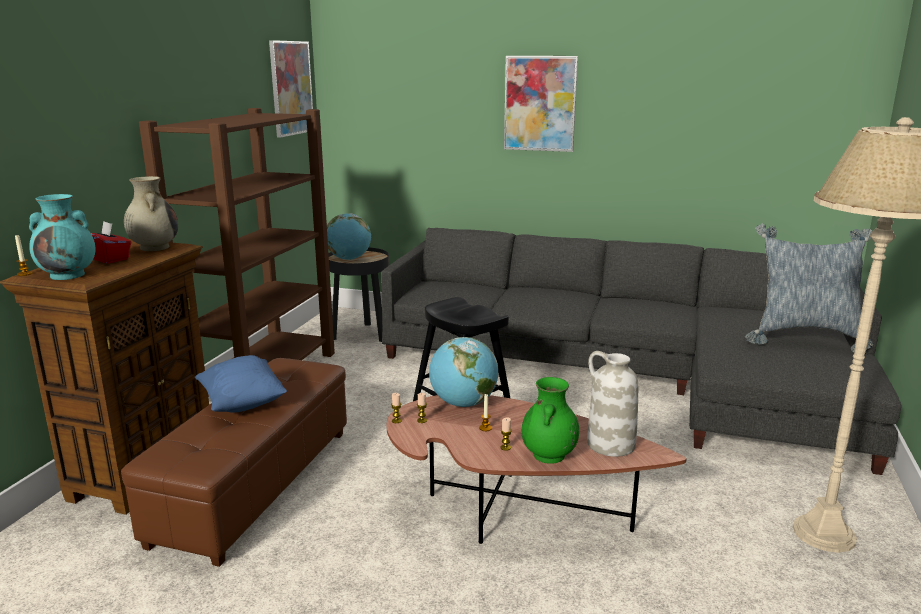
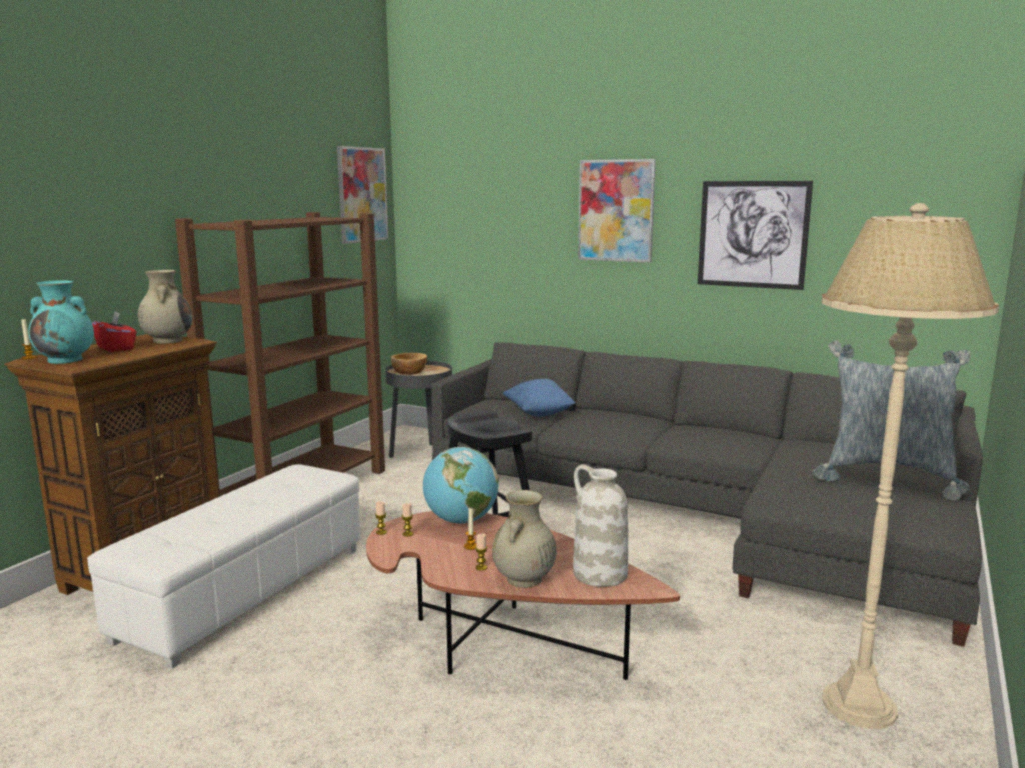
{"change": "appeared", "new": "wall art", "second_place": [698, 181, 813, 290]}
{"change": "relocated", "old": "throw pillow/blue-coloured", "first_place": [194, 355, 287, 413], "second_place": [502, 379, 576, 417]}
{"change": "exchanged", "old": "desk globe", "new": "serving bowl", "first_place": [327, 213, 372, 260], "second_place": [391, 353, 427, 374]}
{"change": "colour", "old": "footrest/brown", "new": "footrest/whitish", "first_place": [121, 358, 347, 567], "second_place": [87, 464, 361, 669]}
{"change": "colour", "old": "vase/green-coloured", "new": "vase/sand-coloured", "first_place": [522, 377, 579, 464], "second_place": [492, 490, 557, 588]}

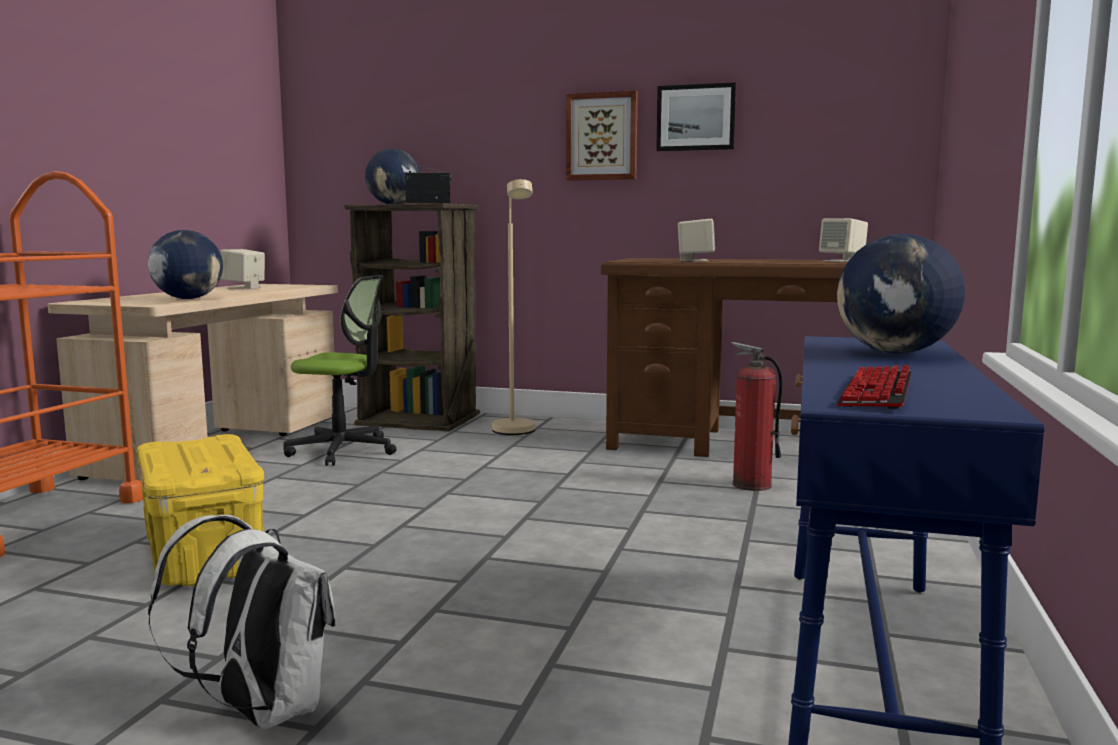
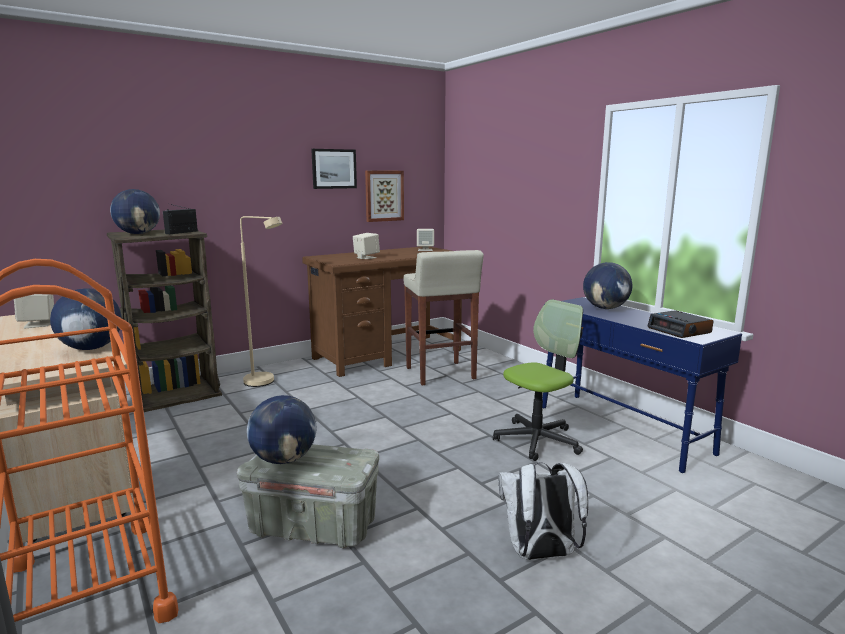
{"change": "appeared", "new": "desk globe", "second_place": [247, 395, 316, 464]}
{"change": "relocated", "old": "desk chair", "first_place": [283, 275, 397, 466], "second_place": [493, 299, 583, 461]}
{"change": "relocated", "old": "wall art", "first_place": [566, 91, 638, 181], "second_place": [365, 171, 404, 222]}
{"change": "exchanged", "old": "fire extinguisher", "new": "stool seat/sand-coloured", "first_place": [731, 342, 783, 491], "second_place": [404, 250, 484, 386]}
{"change": "exchanged", "old": "computer keyboard", "new": "table clock", "first_place": [836, 365, 912, 409], "second_place": [647, 310, 714, 338]}
{"change": "colour", "old": "storage container/yellowish", "new": "storage container/greyish", "first_place": [136, 434, 264, 587], "second_place": [237, 444, 379, 548]}

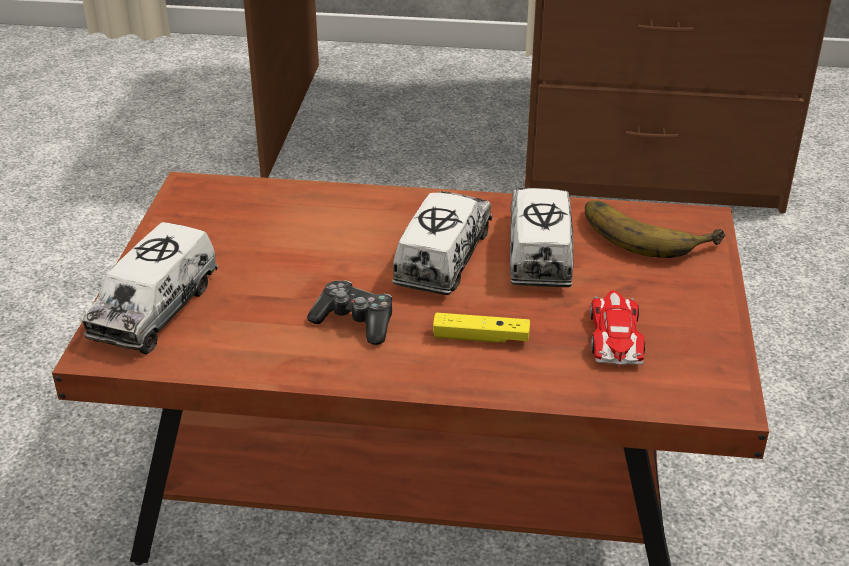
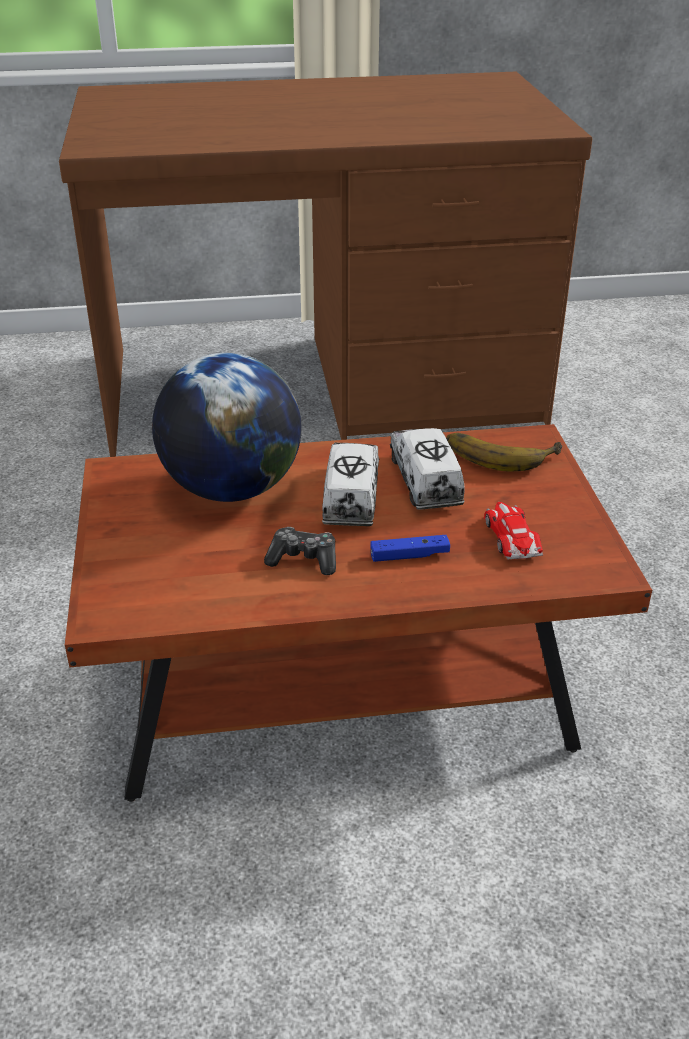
{"change": "missing", "old": "toy lorry", "first_place": [83, 222, 218, 354]}
{"change": "appeared", "new": "desk globe", "second_place": [152, 353, 302, 502]}
{"change": "colour", "old": "game controller/yellowish", "new": "game controller/blue-coloured", "first_place": [433, 313, 530, 343], "second_place": [370, 535, 450, 562]}

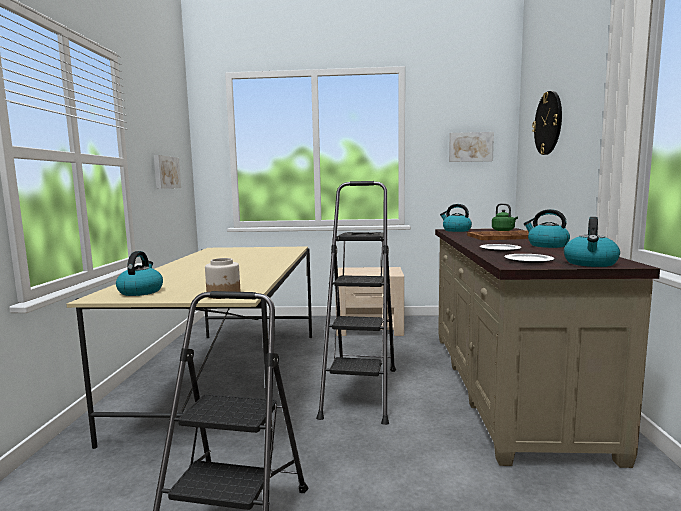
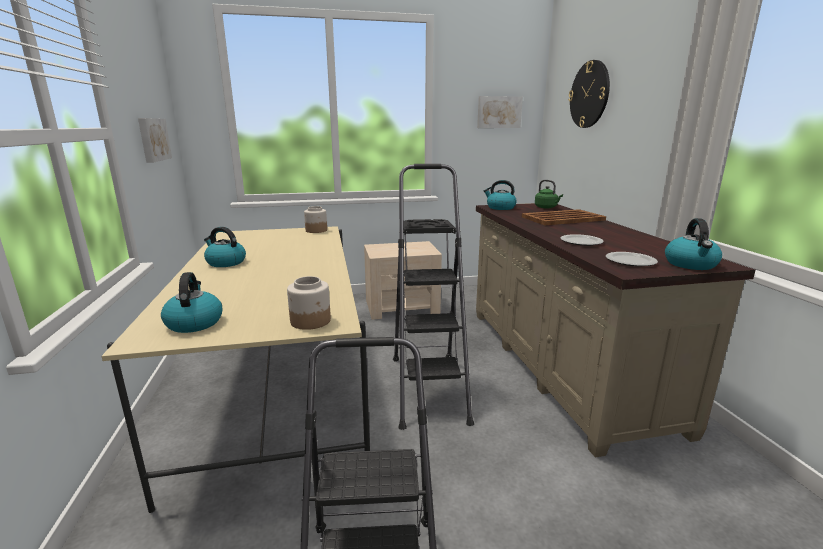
{"change": "appeared", "new": "preserve jar", "second_place": [304, 206, 327, 233]}
{"change": "relocated", "old": "water kettle", "first_place": [524, 209, 570, 248], "second_place": [204, 227, 246, 267]}

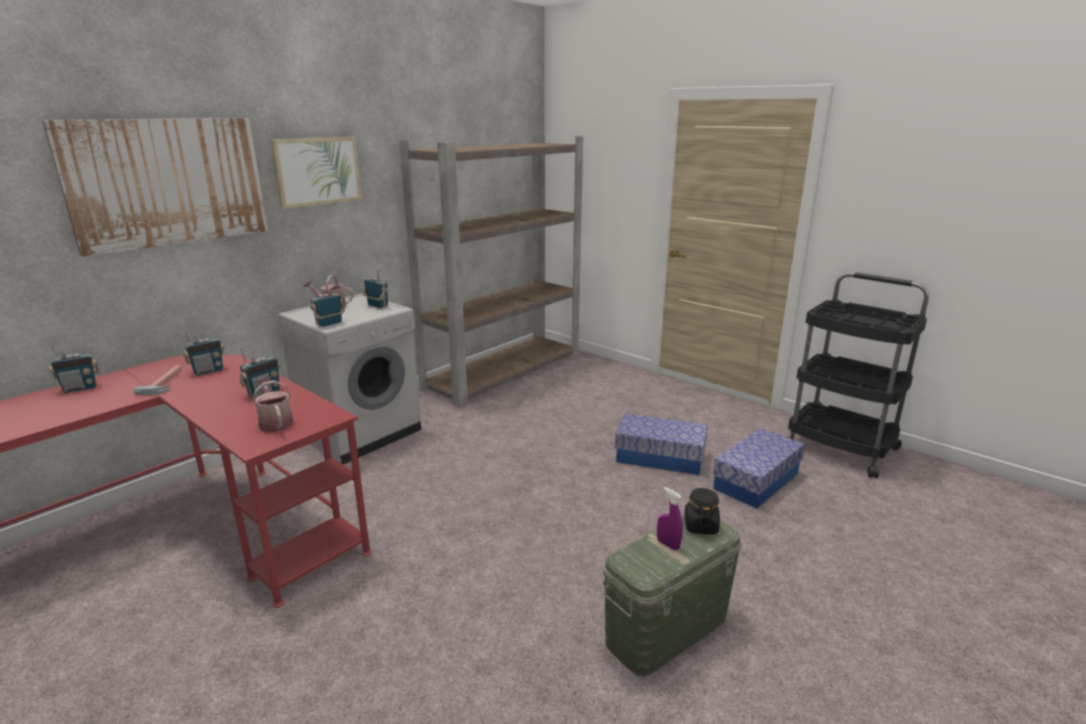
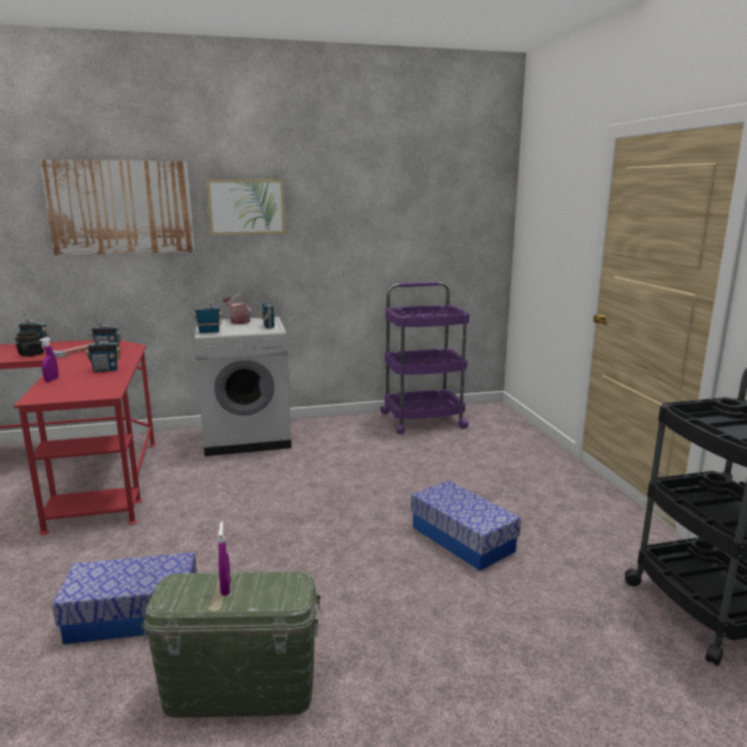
{"change": "missing", "old": "watering pot", "first_place": [253, 378, 293, 432]}
{"change": "appeared", "new": "hand sprayer/purple", "second_place": [39, 337, 59, 382]}
{"change": "relocated", "old": "preserve jar/black", "first_place": [684, 488, 720, 534], "second_place": [15, 330, 44, 356]}
{"change": "relocated", "old": "storage container", "first_place": [713, 428, 805, 509], "second_place": [52, 552, 197, 644]}
{"change": "exchanged", "old": "shelving unit/brown", "new": "trolley/purple", "first_place": [399, 135, 583, 408], "second_place": [381, 281, 470, 434]}

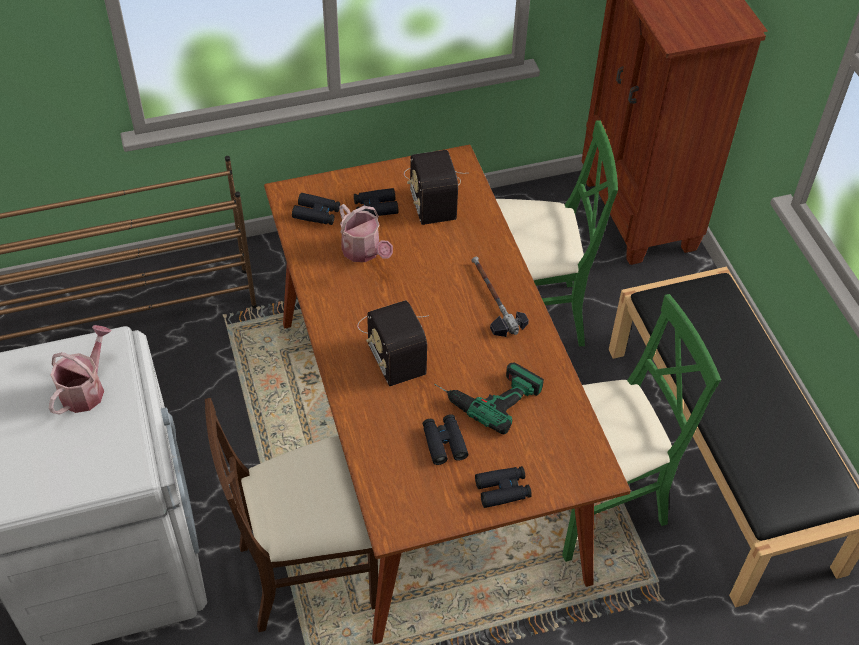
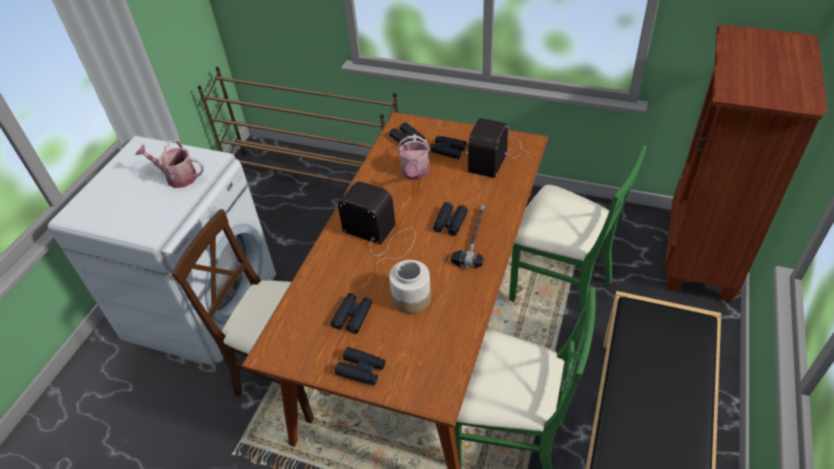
{"change": "appeared", "new": "binoculars/black", "second_place": [433, 202, 468, 236]}
{"change": "exchanged", "old": "electric drill", "new": "preserve jar", "first_place": [434, 362, 544, 434], "second_place": [389, 260, 431, 314]}
{"change": "spun", "old": "watering pot", "first_place": [49, 325, 112, 415], "second_place": [135, 140, 204, 188], "degrees": -135}
{"change": "spun", "old": "radio", "first_place": [357, 300, 429, 386], "second_place": [338, 181, 416, 265], "degrees": 105}

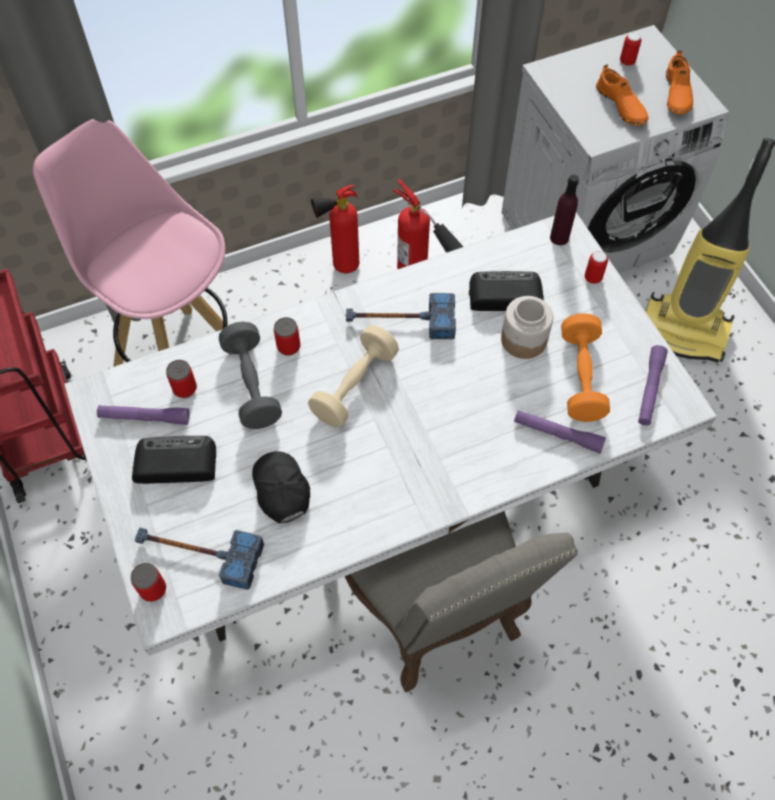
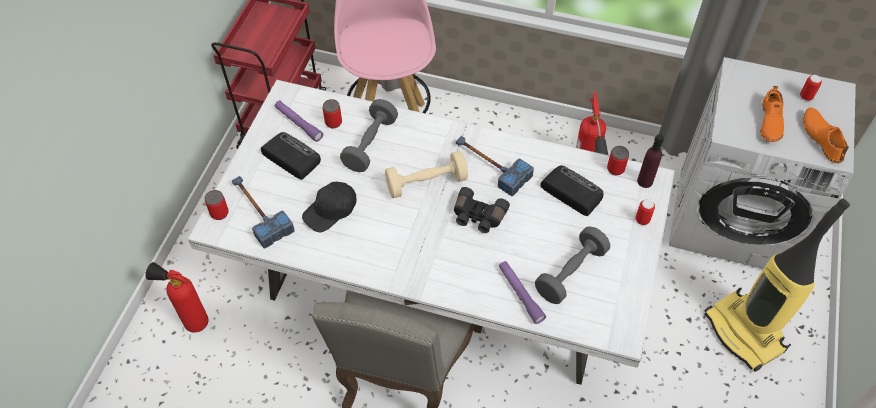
{"change": "missing", "old": "preserve jar", "first_place": [501, 296, 553, 359]}
{"change": "missing", "old": "flashlight/purple", "first_place": [638, 345, 668, 426]}
{"change": "appeared", "new": "binoculars/black", "second_place": [454, 187, 510, 233]}
{"change": "relocated", "old": "sealed can", "first_place": [274, 317, 300, 356], "second_place": [607, 146, 629, 175]}
{"change": "relocated", "old": "fire extinguisher", "first_place": [311, 185, 359, 274], "second_place": [145, 262, 208, 333]}
{"change": "colour", "old": "free weight/orange-coloured", "new": "free weight/greyish", "first_place": [561, 313, 610, 422], "second_place": [535, 226, 610, 304]}
{"change": "spun", "old": "baseball cap/black", "first_place": [252, 451, 310, 523], "second_place": [302, 182, 356, 232], "degrees": -150}
{"change": "spun", "old": "item of footwear/orange-coloured", "first_place": [666, 51, 693, 114], "second_place": [803, 108, 849, 163], "degrees": 120}

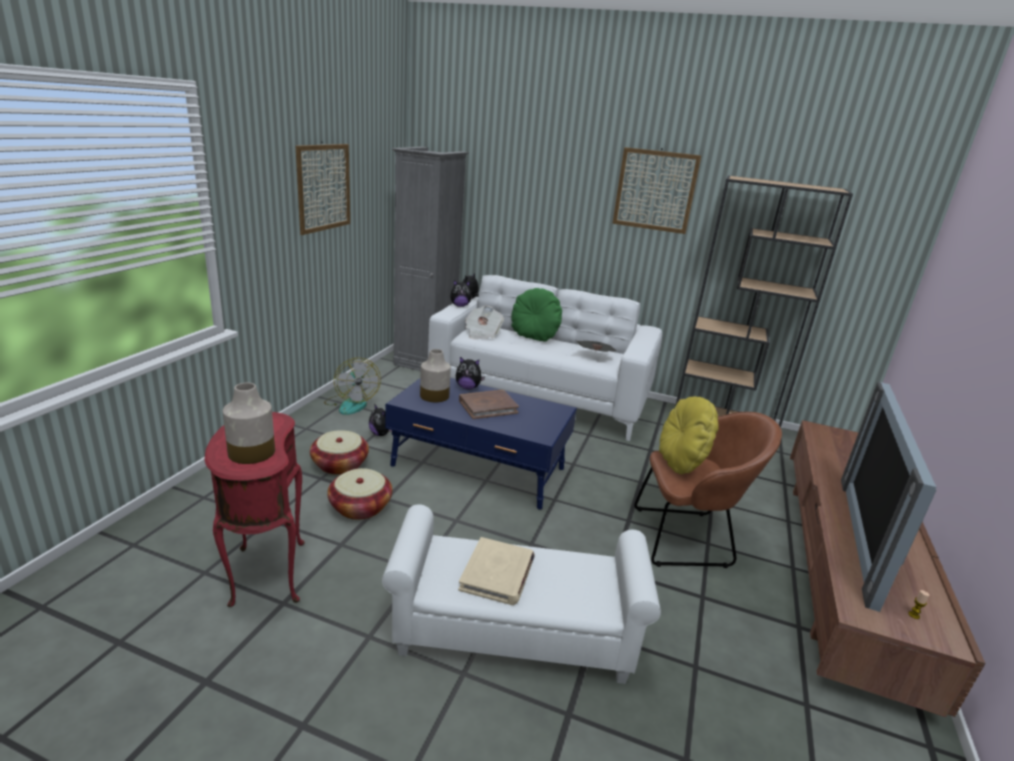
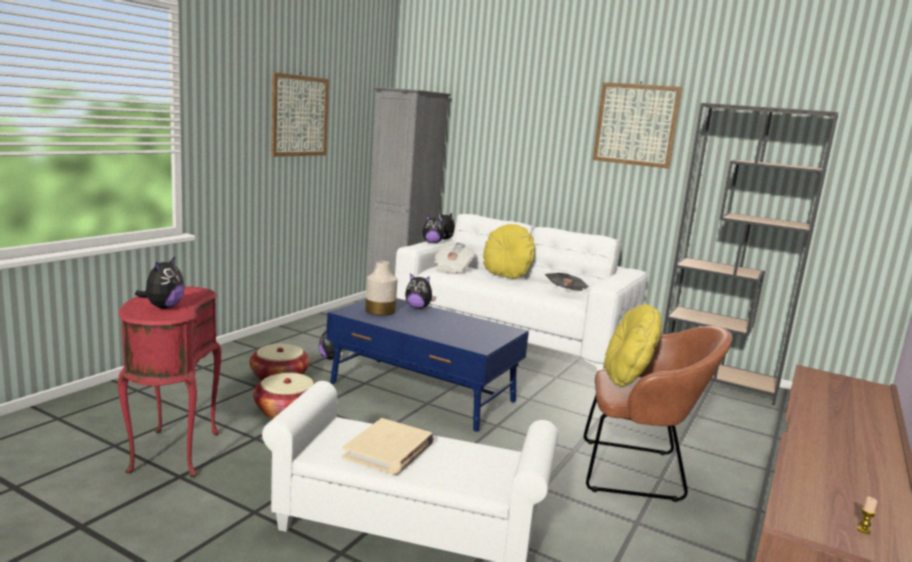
{"change": "missing", "old": "fan", "first_place": [324, 358, 381, 415]}
{"change": "missing", "old": "volume/brown", "first_place": [459, 390, 519, 419]}
{"change": "missing", "old": "TV", "first_place": [841, 382, 936, 612]}
{"change": "exchanged", "old": "vase/sand-coloured", "new": "plush toy", "first_place": [223, 383, 275, 464], "second_place": [135, 256, 185, 309]}
{"change": "colour", "old": "throw pillow/green-coloured", "new": "throw pillow/yellowish", "first_place": [511, 288, 562, 342], "second_place": [483, 224, 535, 279]}

